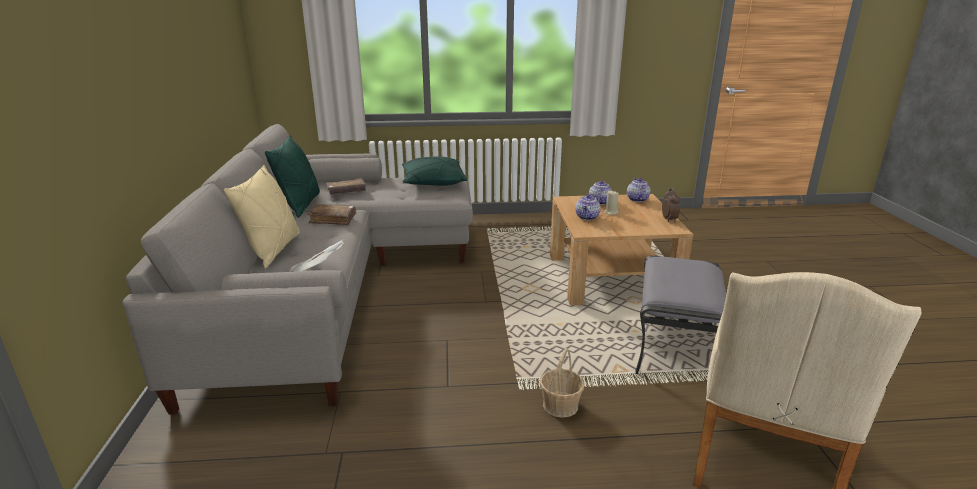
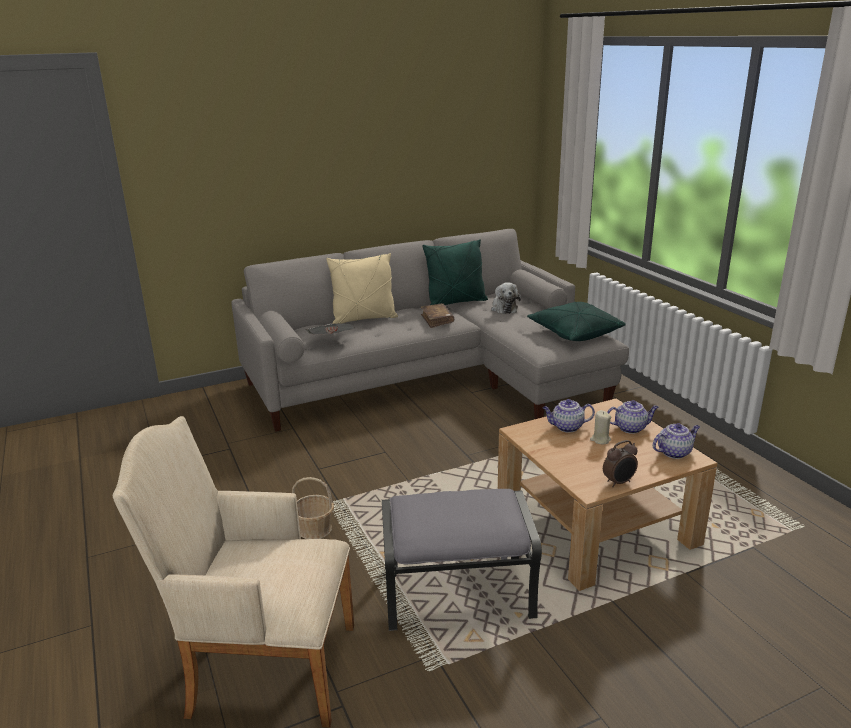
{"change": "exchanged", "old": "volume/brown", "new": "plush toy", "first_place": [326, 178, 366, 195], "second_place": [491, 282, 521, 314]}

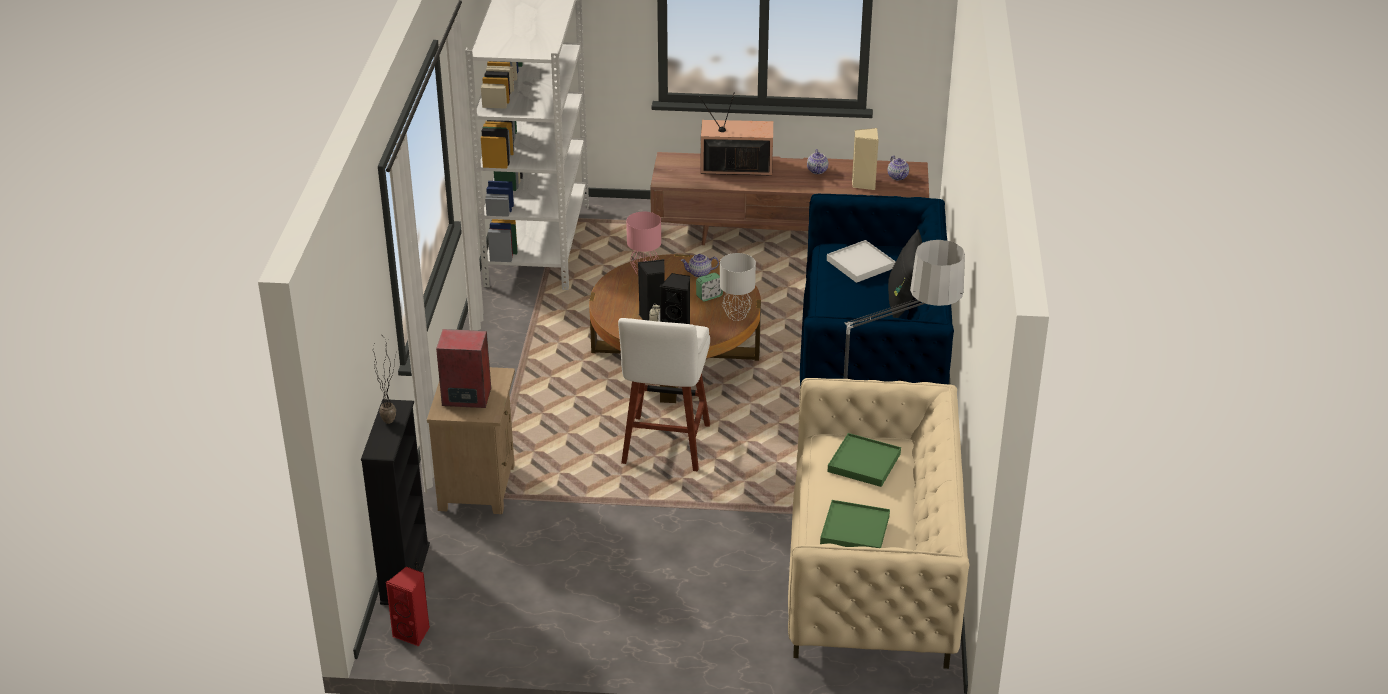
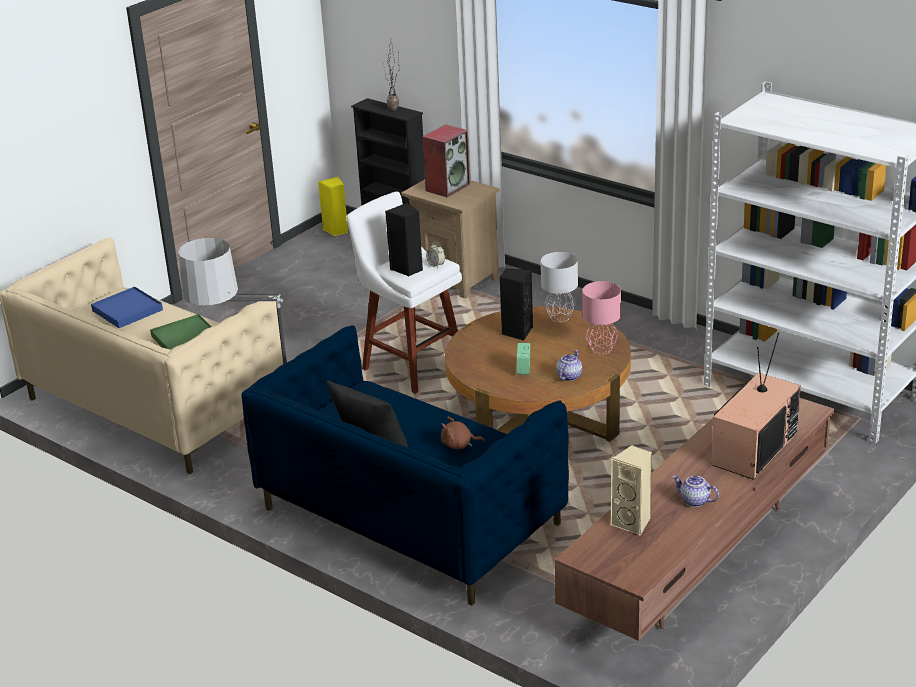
{"change": "missing", "old": "teapot", "first_place": [888, 155, 909, 180]}
{"change": "relocated", "old": "lamp for a table/greyish", "first_place": [720, 253, 756, 321], "second_place": [541, 252, 578, 322]}
{"change": "exchanged", "old": "carrying tray/whitish", "new": "plush toy/brown", "first_place": [827, 240, 896, 283], "second_place": [441, 416, 485, 449]}
{"change": "colour", "old": "audio speaker/red", "new": "audio speaker/yellowish", "first_place": [386, 566, 430, 646], "second_place": [318, 177, 348, 236]}
{"change": "colour", "old": "carrying tray/green-coloured", "new": "carrying tray/blue-coloured", "first_place": [820, 500, 890, 548], "second_place": [91, 286, 163, 328]}

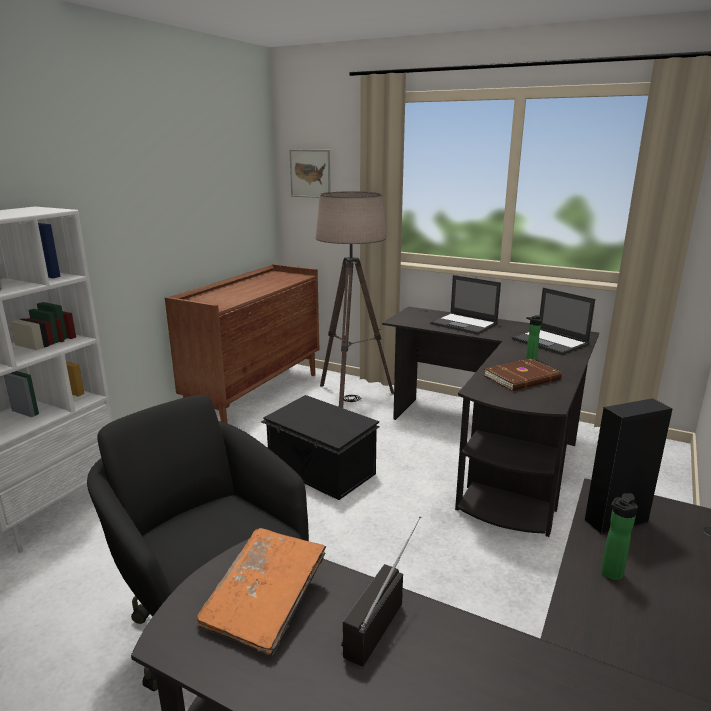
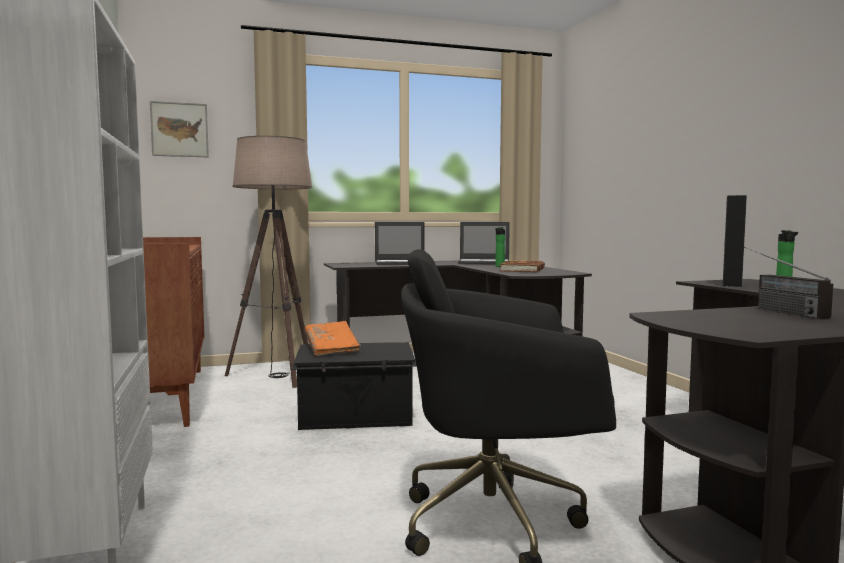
{"change": "relocated", "old": "volume/orange-coloured", "first_place": [197, 528, 326, 656], "second_place": [304, 321, 361, 356]}

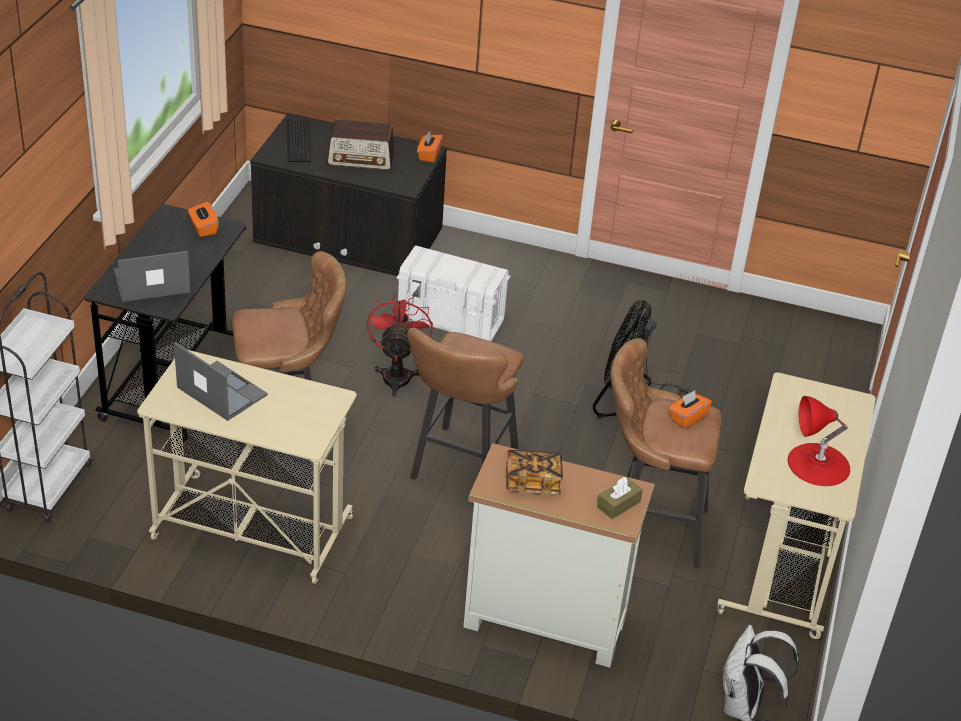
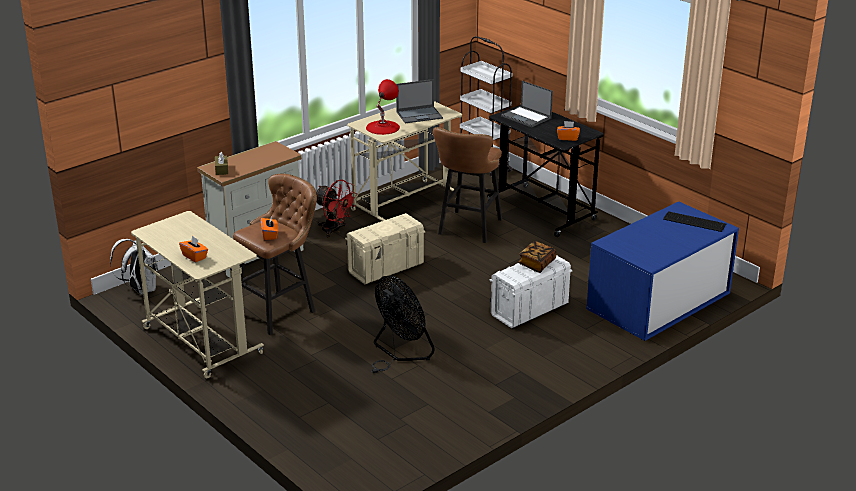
{"change": "missing", "old": "radio", "first_place": [327, 120, 394, 170]}
{"change": "relocated", "old": "fan/red", "first_place": [367, 293, 433, 397], "second_place": [316, 179, 357, 237]}
{"change": "relocated", "old": "box of tissues/orange-coloured", "first_place": [417, 131, 443, 163], "second_place": [179, 236, 208, 262]}
{"change": "relocated", "old": "volume", "first_place": [506, 450, 563, 494], "second_place": [518, 241, 556, 273]}
{"change": "relocated", "old": "lamp for a table/red", "first_place": [788, 396, 850, 486], "second_place": [366, 79, 400, 135]}
{"change": "exchanged", "old": "stool seat/brown", "new": "storage container/sand-coloured", "first_place": [407, 328, 524, 480], "second_place": [345, 213, 425, 284]}
{"change": "colour", "old": "cabinet/black", "new": "cabinet/blue-coloured", "first_place": [250, 113, 447, 276], "second_place": [586, 201, 739, 341]}
{"change": "spun", "old": "laptop", "first_place": [114, 251, 191, 302], "second_place": [501, 81, 553, 127], "degrees": 120}

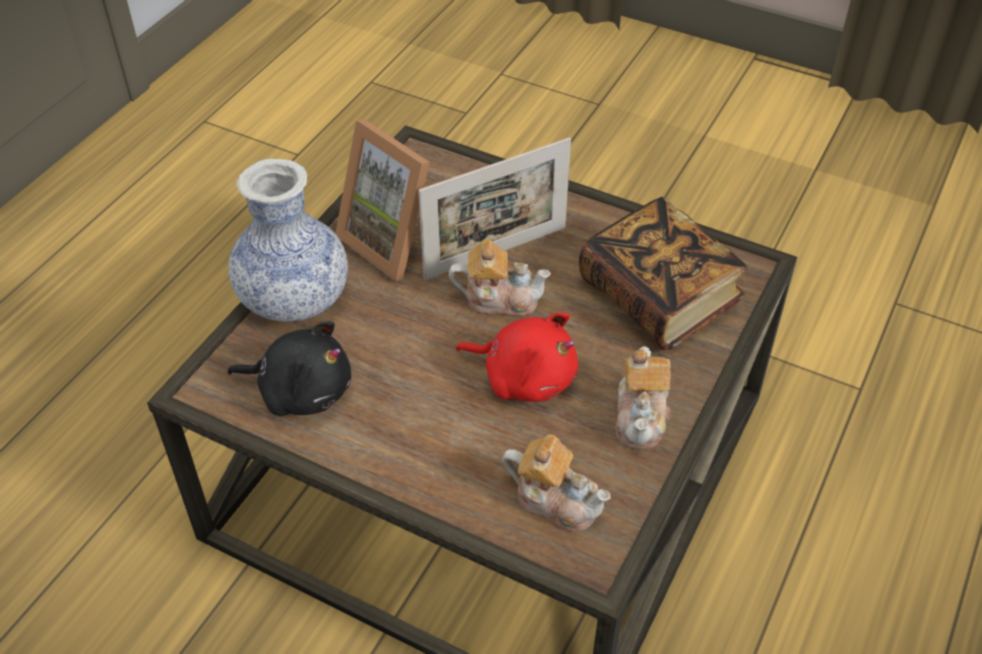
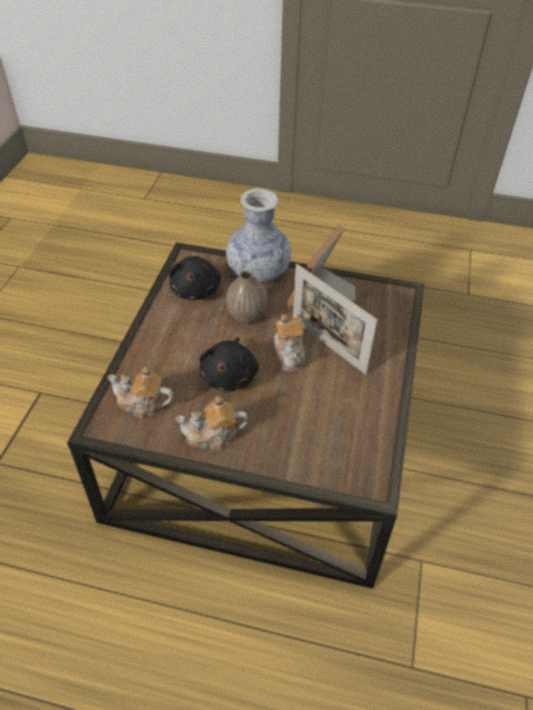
{"change": "missing", "old": "volume", "first_place": [579, 197, 748, 350]}
{"change": "appeared", "new": "vase", "second_place": [226, 270, 267, 323]}
{"change": "colour", "old": "plush toy/red", "new": "plush toy/black", "first_place": [456, 313, 578, 402], "second_place": [199, 337, 259, 391]}
{"change": "spun", "old": "teapot", "first_place": [502, 435, 611, 531], "second_place": [108, 366, 173, 419], "degrees": 90}

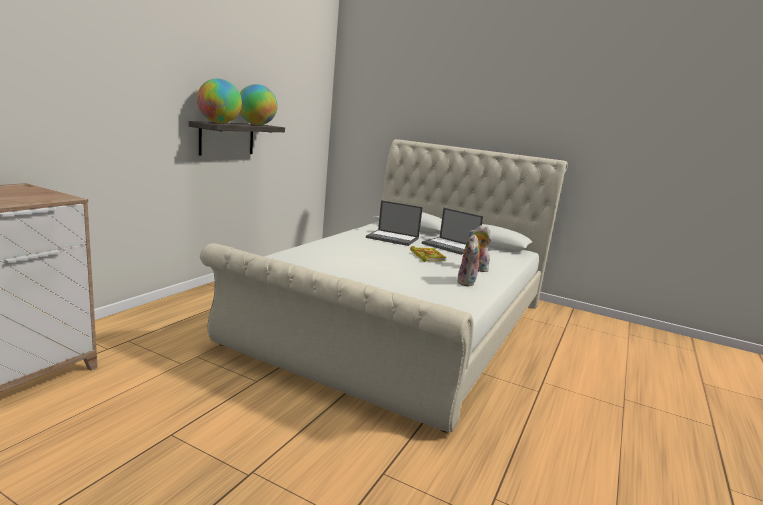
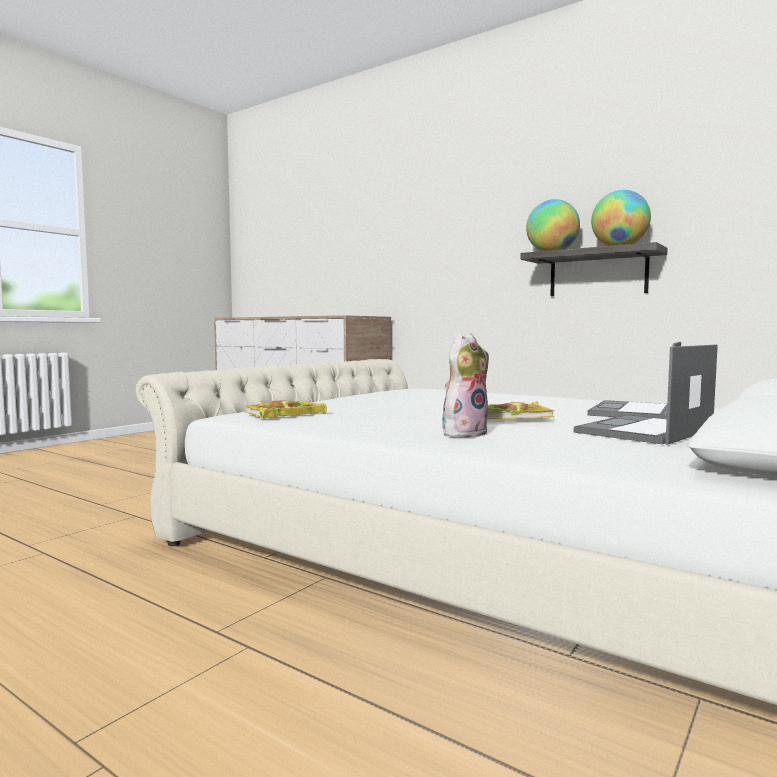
{"change": "missing", "old": "plush toy", "first_place": [457, 234, 483, 287]}
{"change": "appeared", "new": "volume", "second_place": [245, 400, 327, 418]}

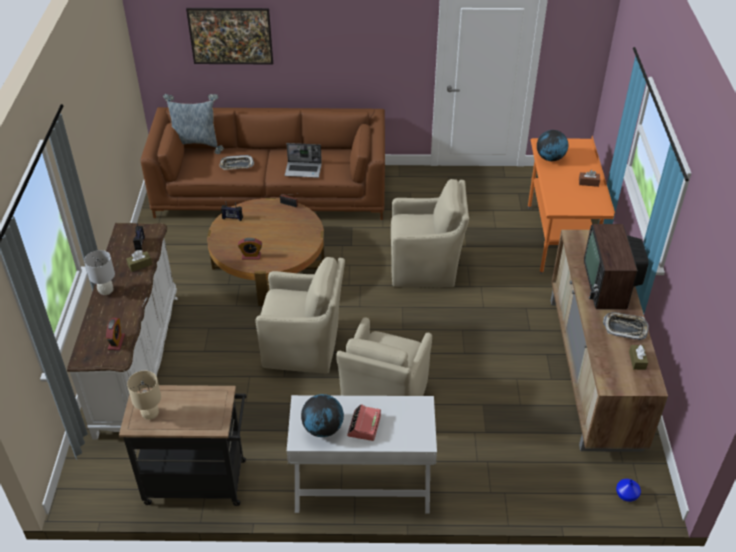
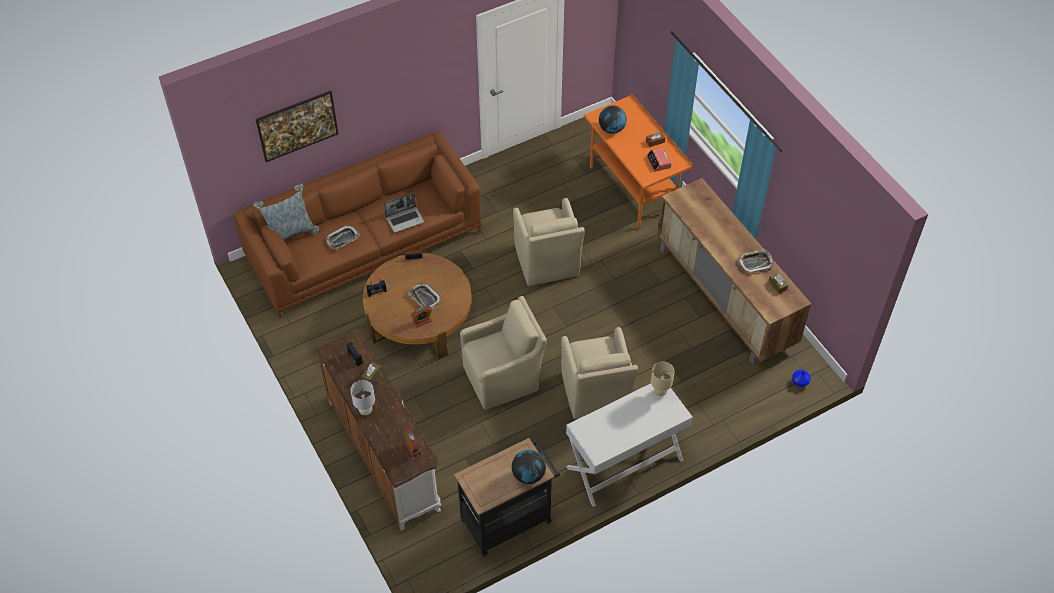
{"change": "missing", "old": "TV", "first_place": [584, 224, 649, 310]}
{"change": "appeared", "new": "carrying tray", "second_place": [407, 283, 442, 309]}
{"change": "relocated", "old": "lamp for a table/sand-coloured", "first_place": [127, 371, 161, 420], "second_place": [651, 361, 675, 396]}
{"change": "relocated", "old": "desk globe", "first_place": [301, 394, 344, 437], "second_place": [512, 450, 546, 484]}
{"change": "relocated", "old": "table clock", "first_place": [347, 404, 381, 441], "second_place": [647, 148, 672, 172]}
{"change": "spun", "old": "lounge chair/sand-coloured", "first_place": [391, 179, 469, 287], "second_place": [513, 198, 585, 286], "degrees": 105}

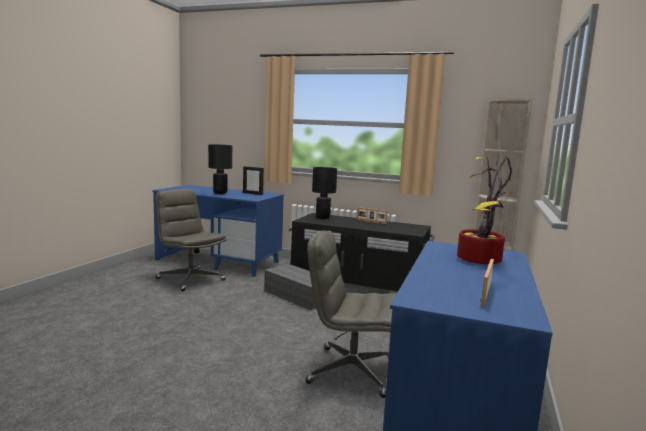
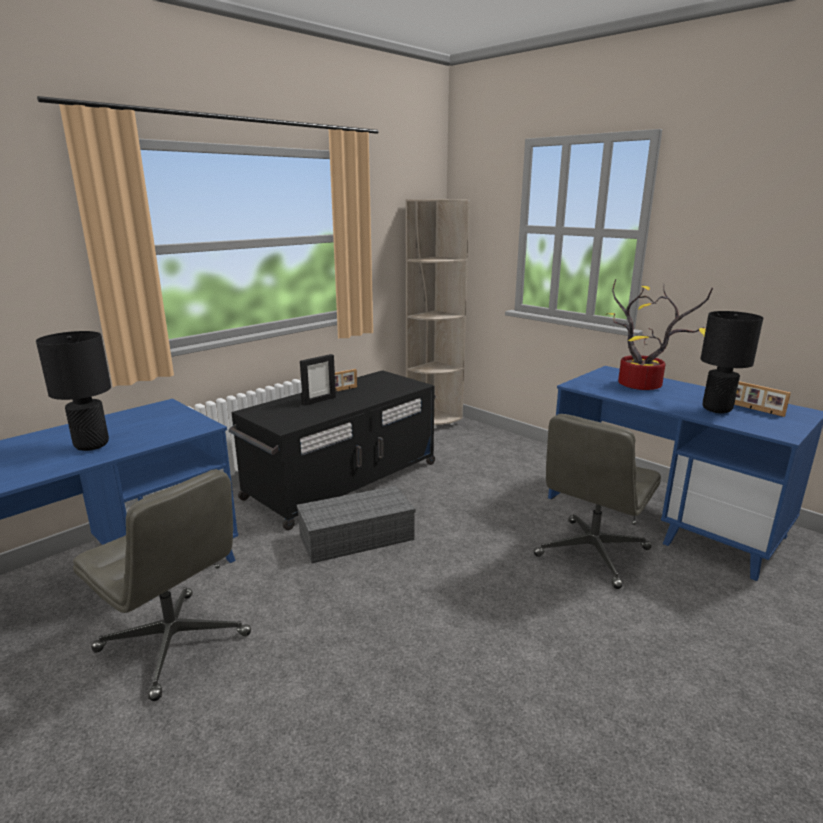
{"change": "relocated", "old": "photo frame", "first_place": [243, 166, 264, 195], "second_place": [300, 354, 336, 406]}
{"change": "relocated", "old": "lamp for a table/black", "first_place": [312, 167, 337, 219], "second_place": [700, 311, 763, 413]}
{"change": "spun", "old": "desk chair/greyish", "first_place": [155, 189, 227, 291], "second_place": [73, 469, 251, 701], "degrees": -120}

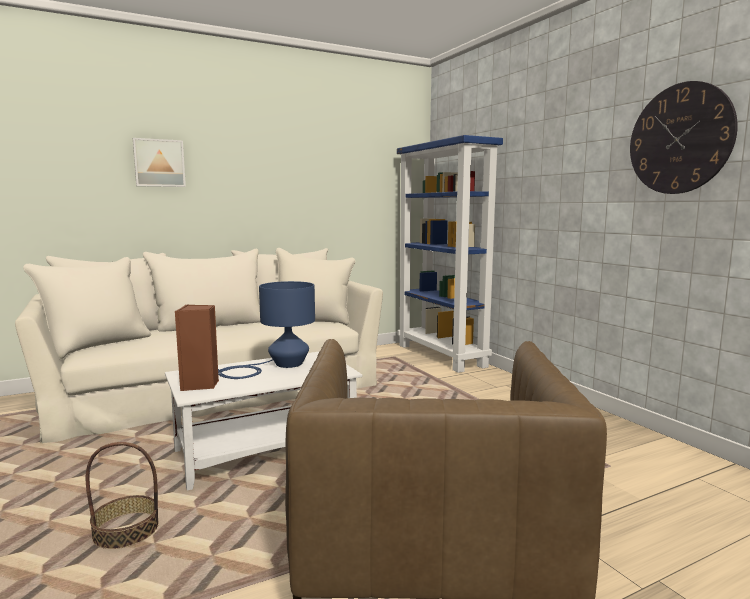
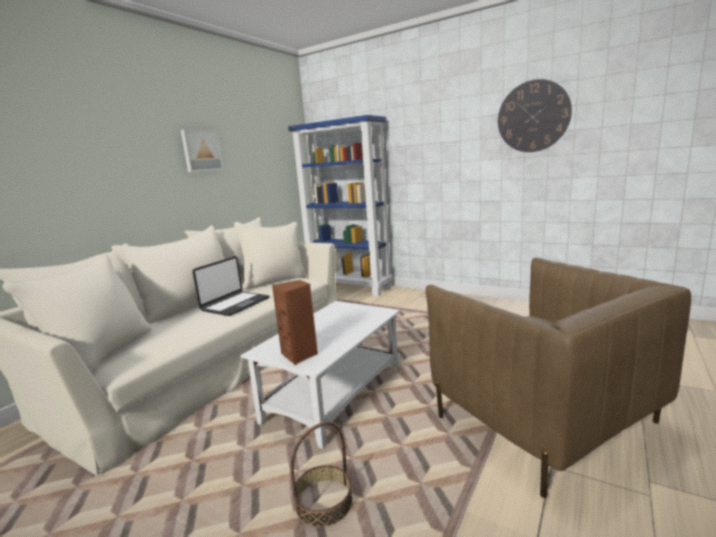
{"change": "missing", "old": "lamp for a table/blue-coloured", "first_place": [218, 281, 315, 379]}
{"change": "appeared", "new": "laptop", "second_place": [192, 256, 269, 316]}
{"change": "relocated", "old": "wall art", "first_place": [133, 138, 186, 187], "second_place": [181, 130, 223, 172]}

